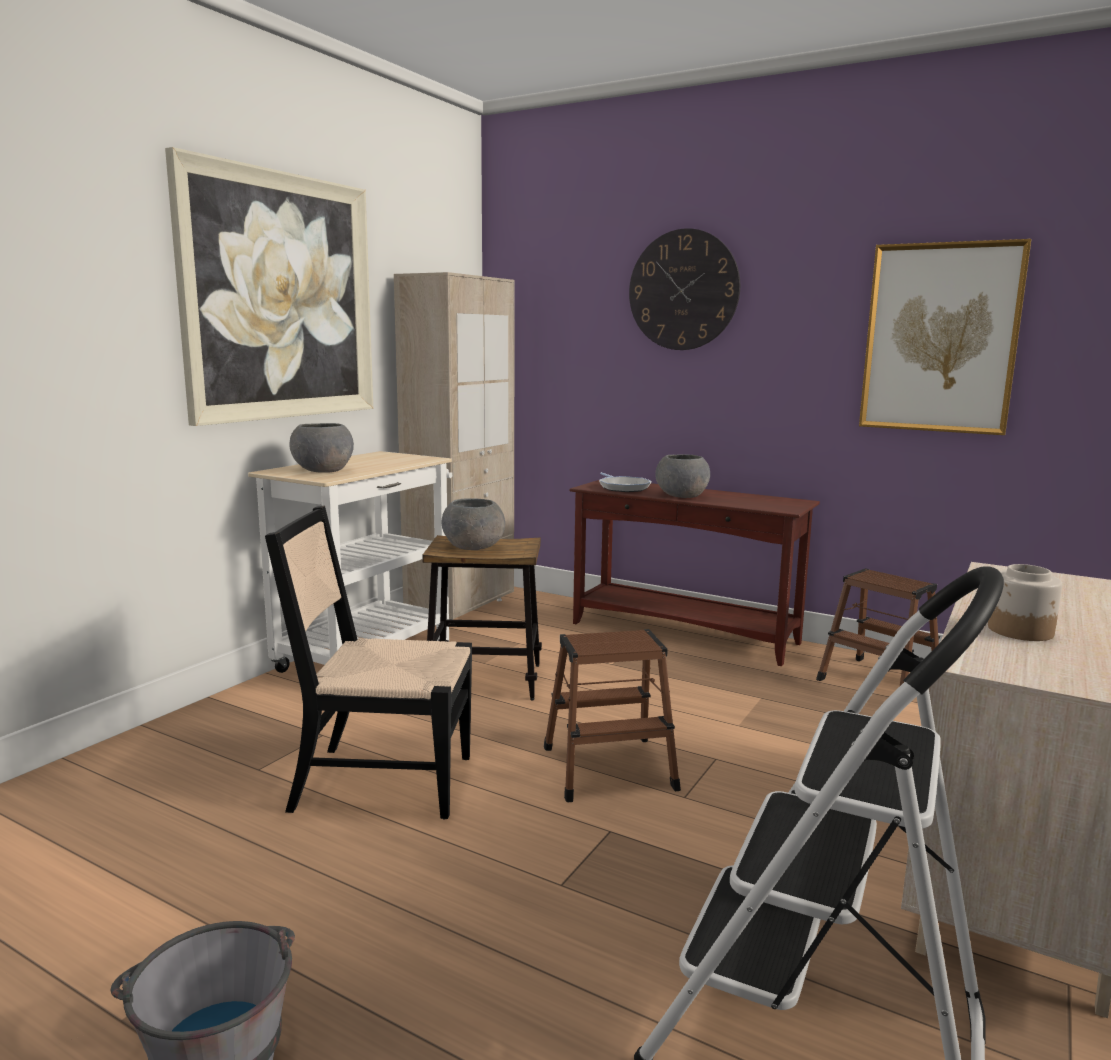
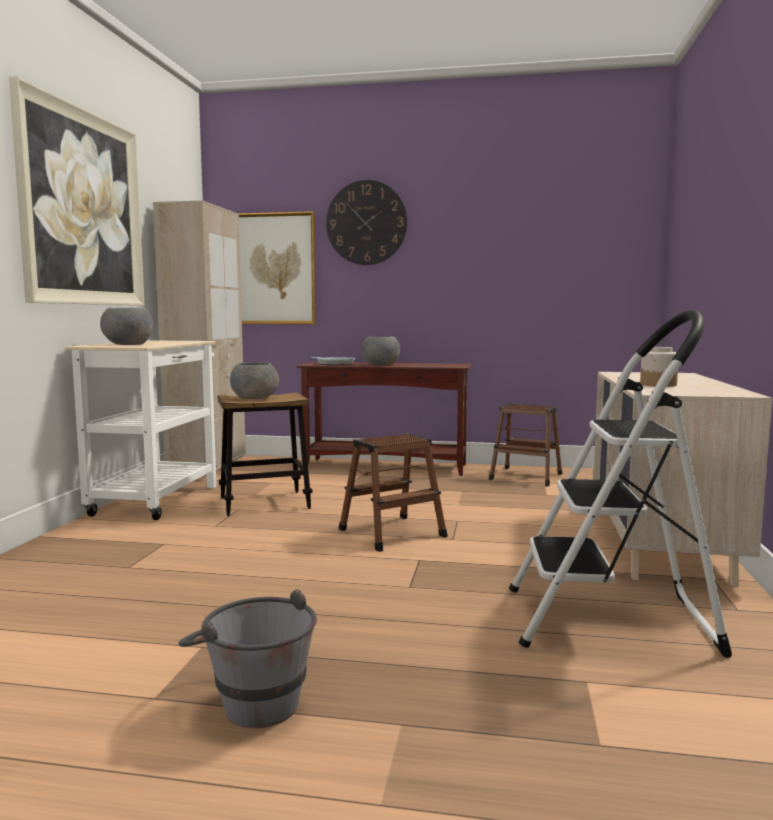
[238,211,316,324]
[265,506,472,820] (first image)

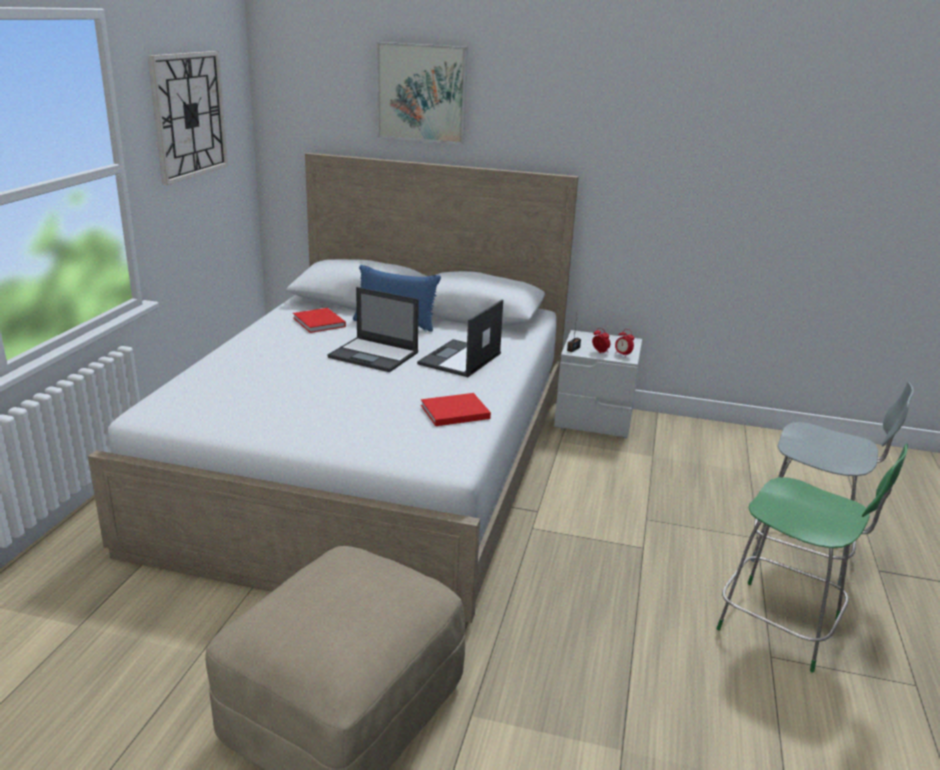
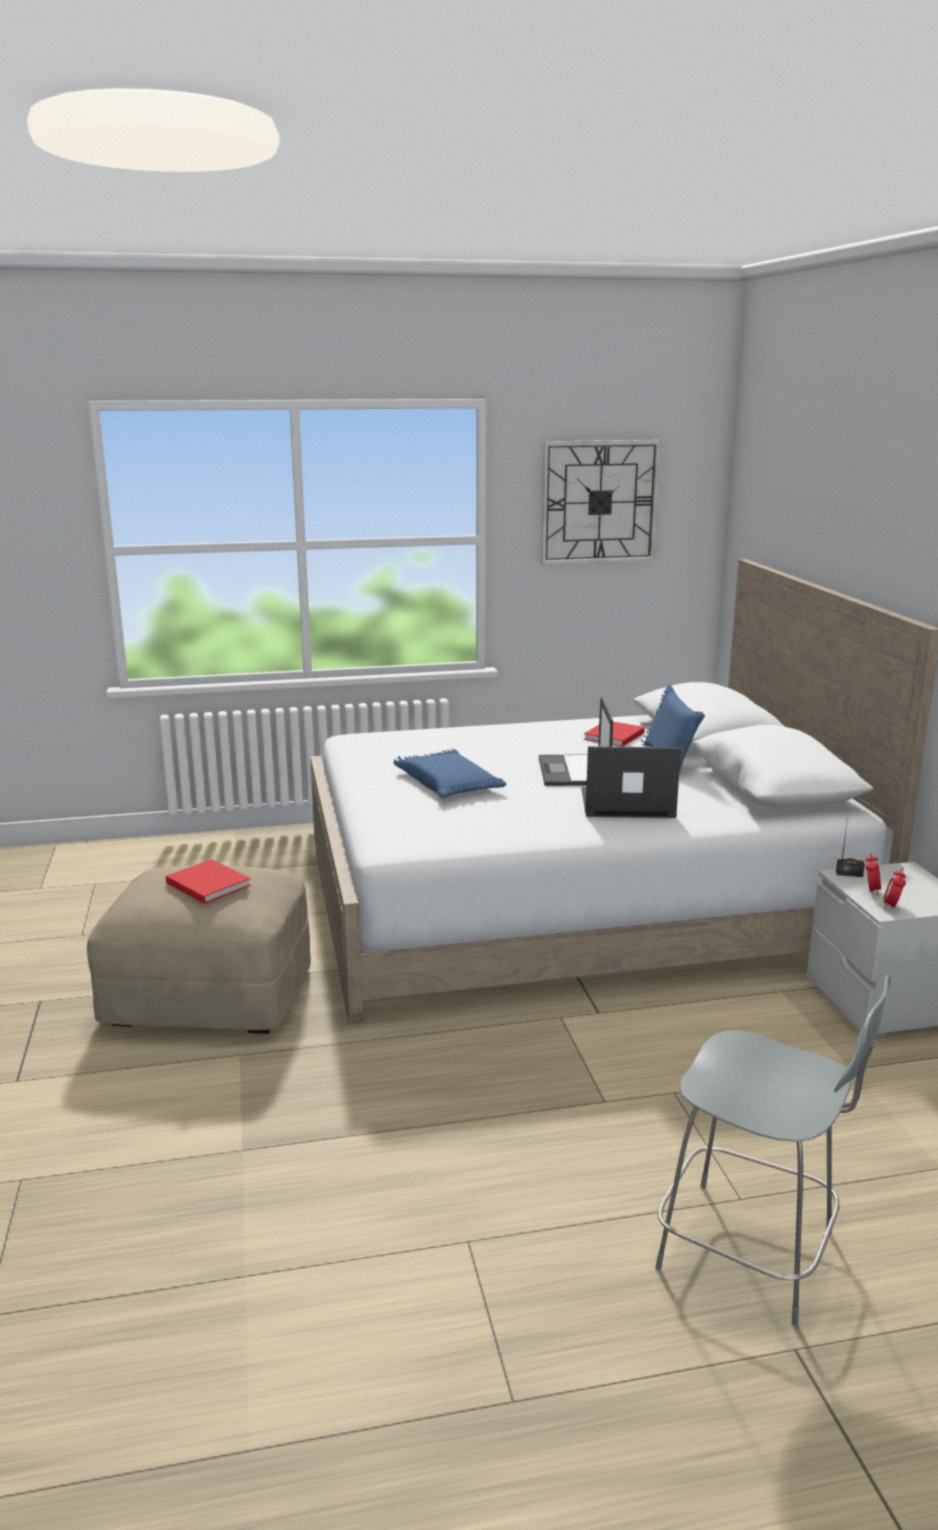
[377,42,468,144] (first image)
[655,975,891,1326]
[166,859,251,904]
[716,444,908,673] (first image)
[394,749,507,798]

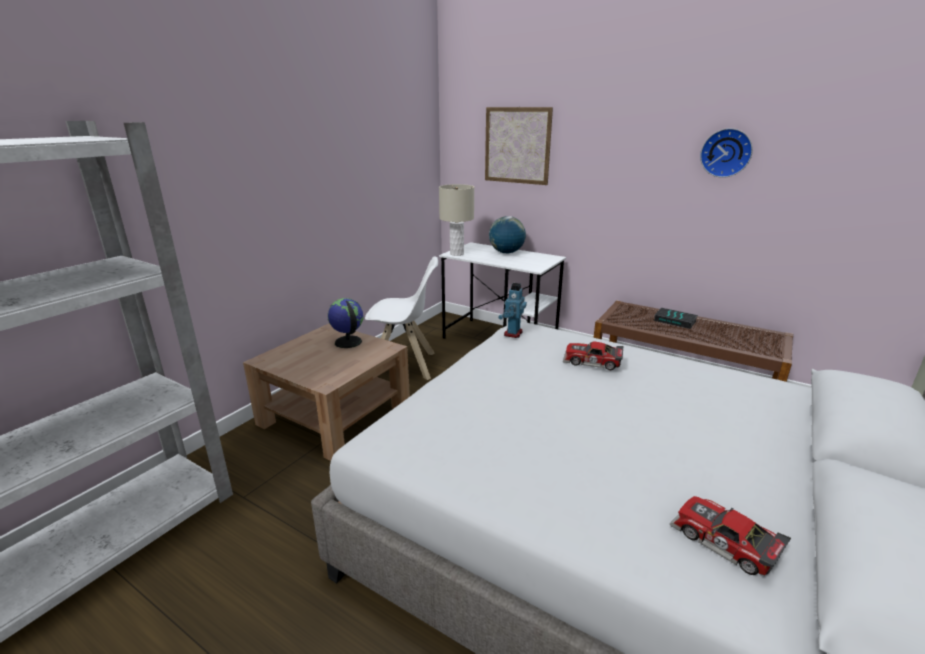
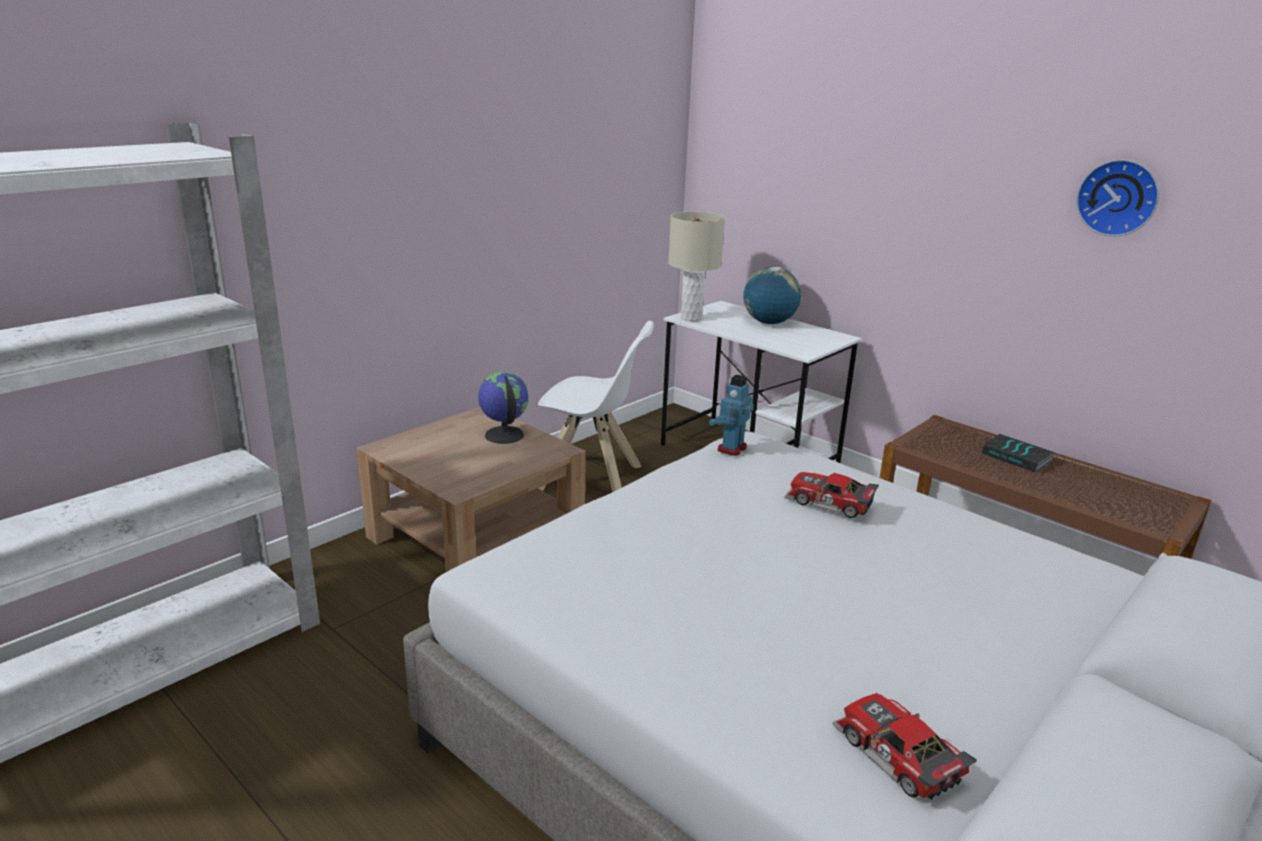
[485,105,553,185] (first image)

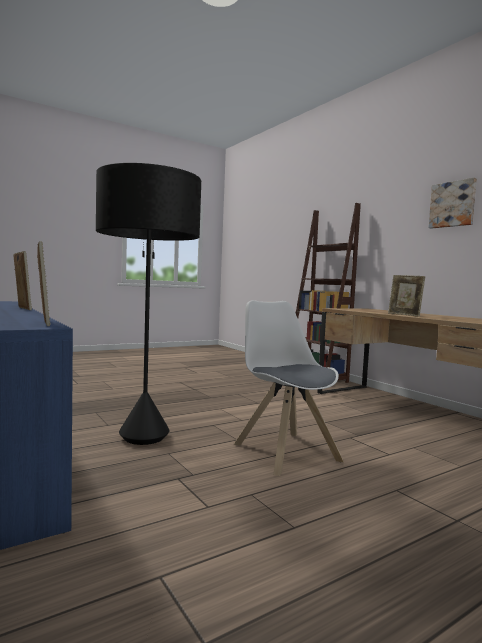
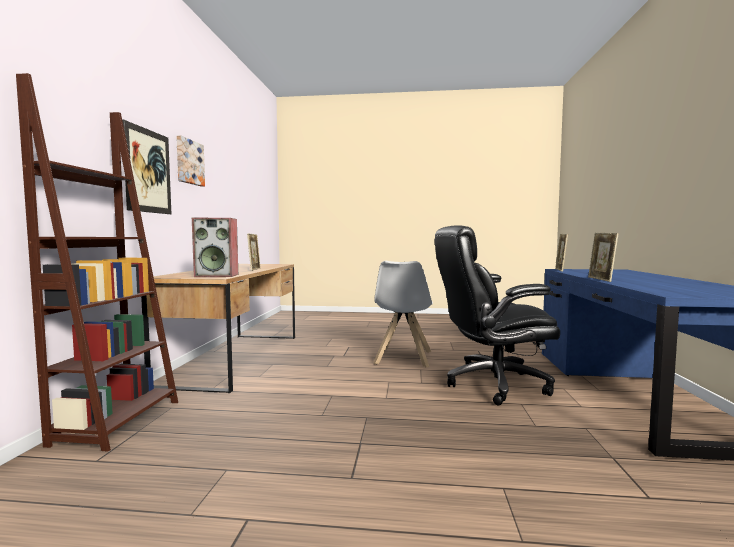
[435,225,560,406]
[122,120,171,214]
[192,218,238,277]

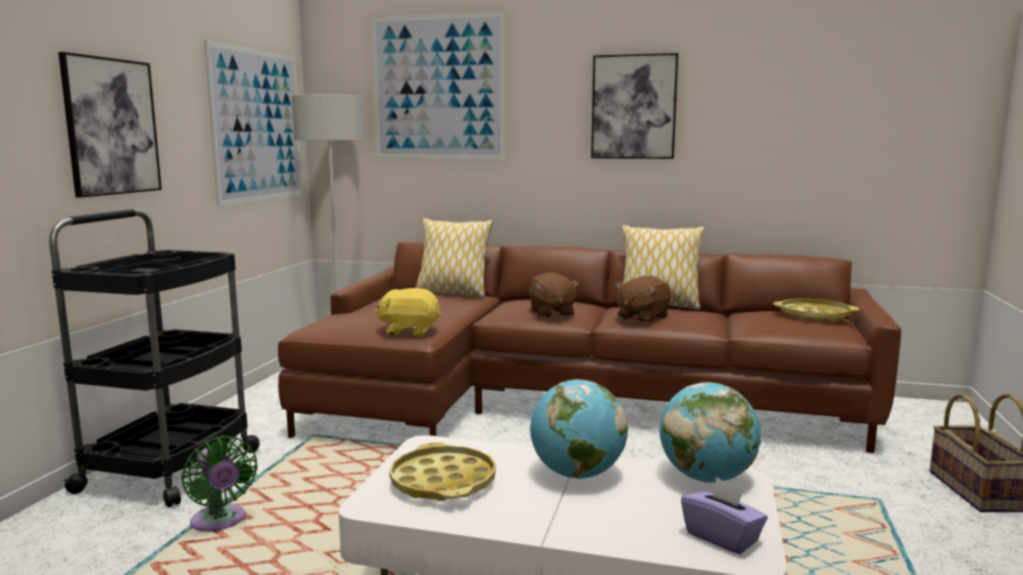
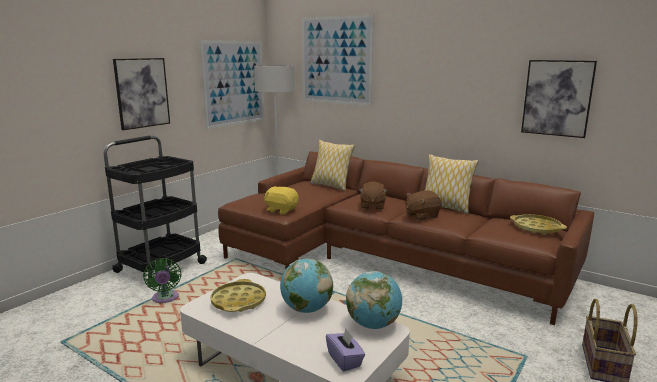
[521,60,597,138]

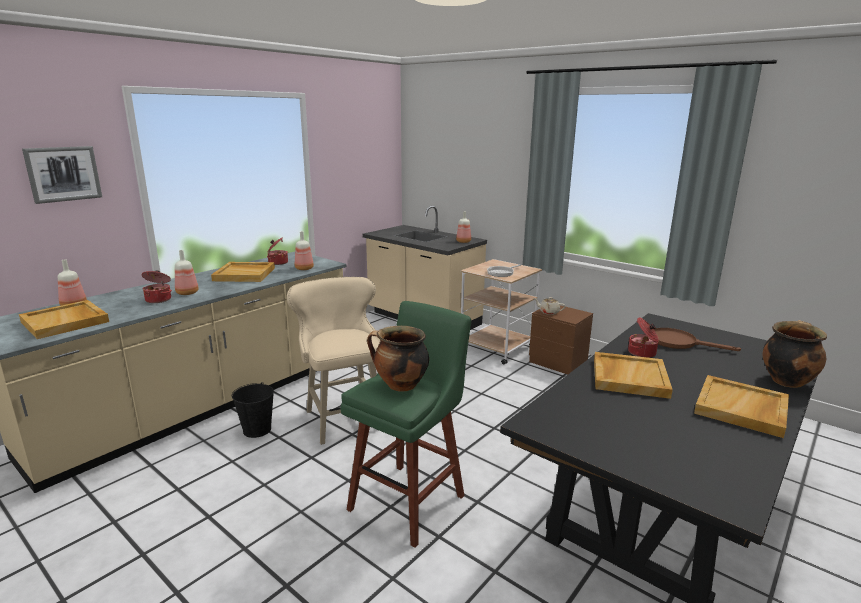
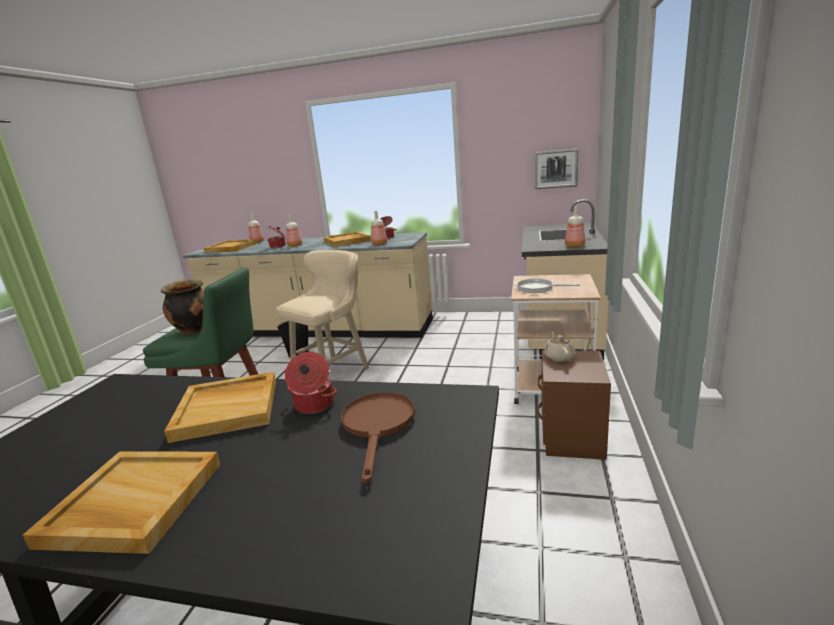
[535,149,578,189]
[763,320,827,388] (first image)

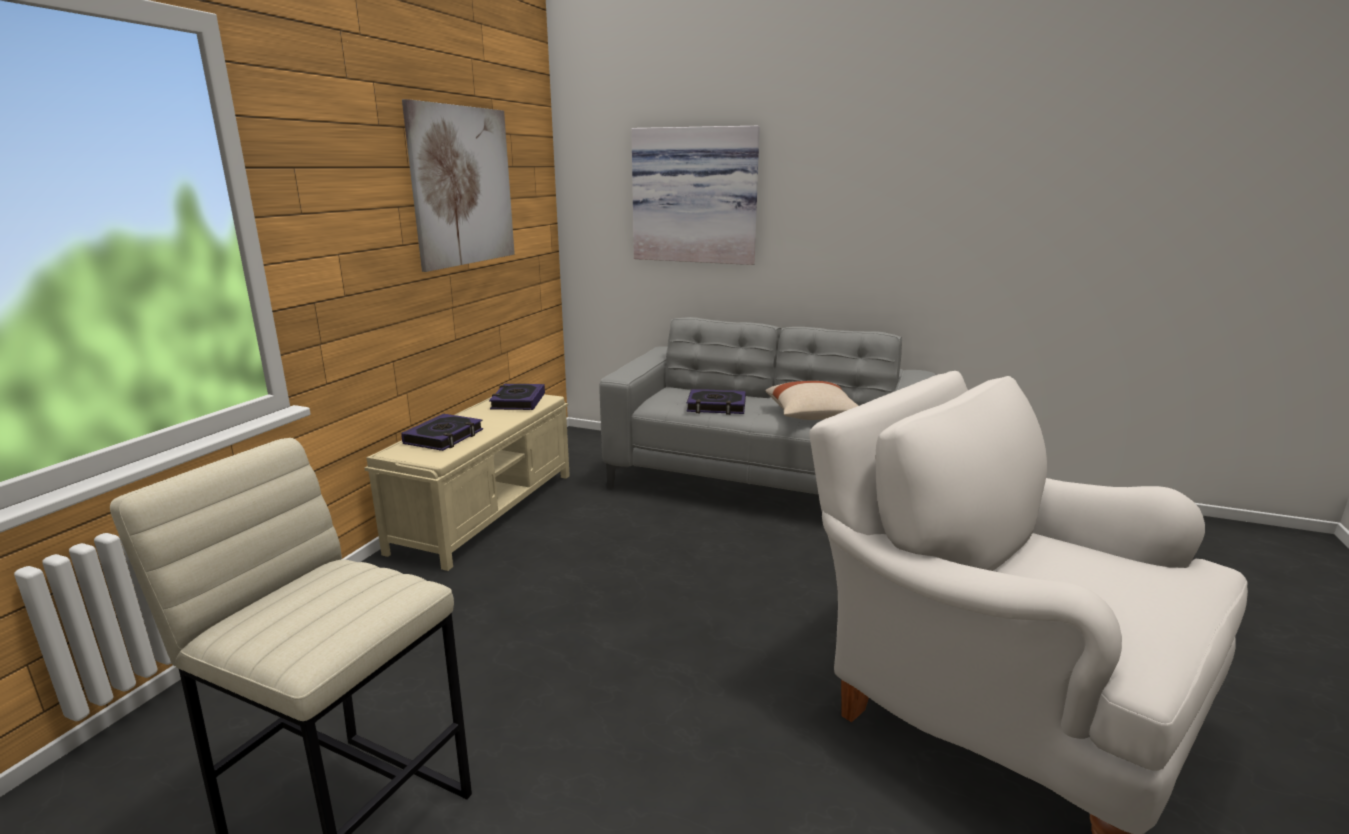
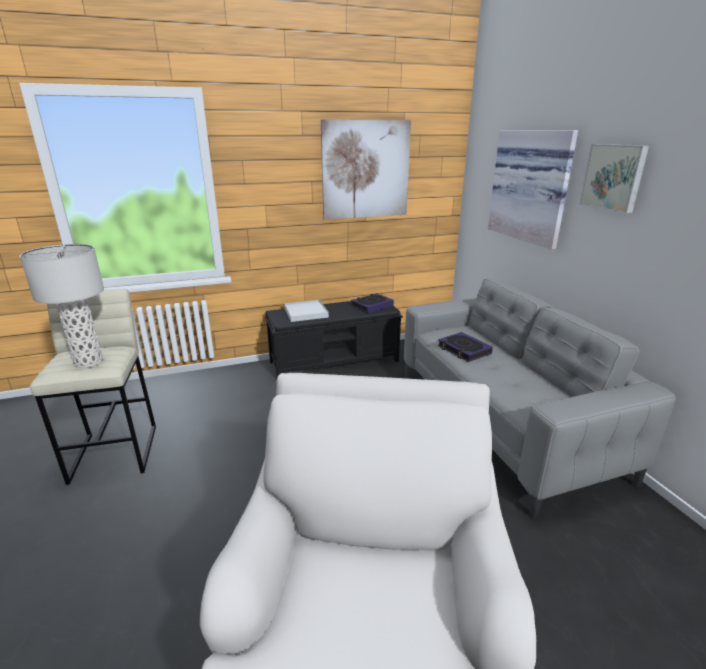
[765,381,859,420] (first image)
[265,301,403,379]
[284,300,329,322]
[580,144,649,213]
[20,244,104,368]

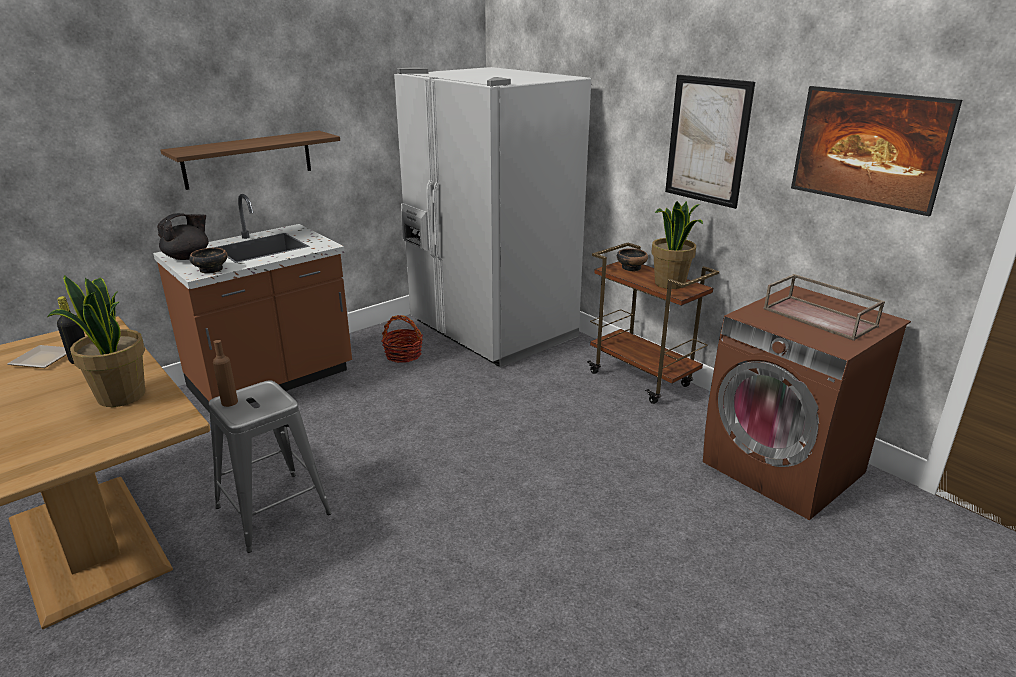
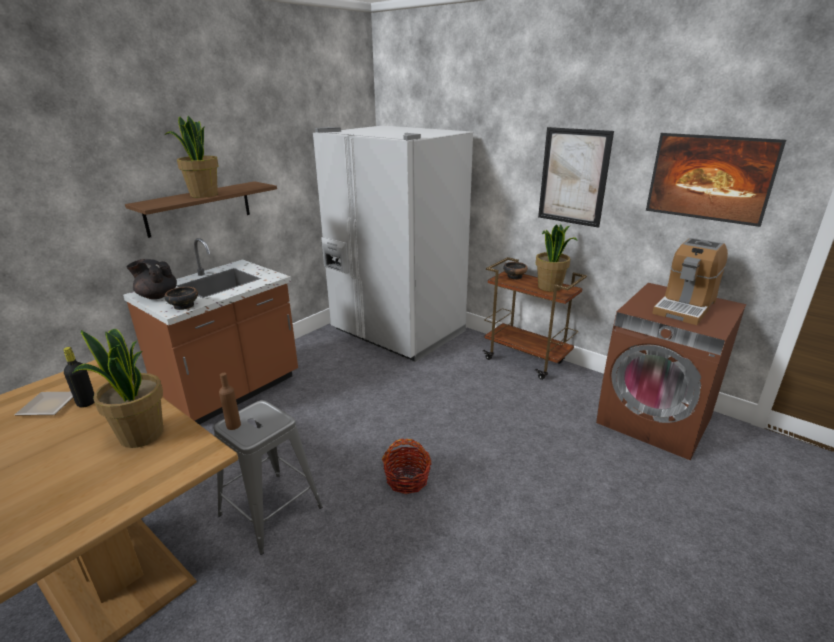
[127,259,177,299]
[652,238,728,325]
[382,439,432,494]
[165,116,219,198]

